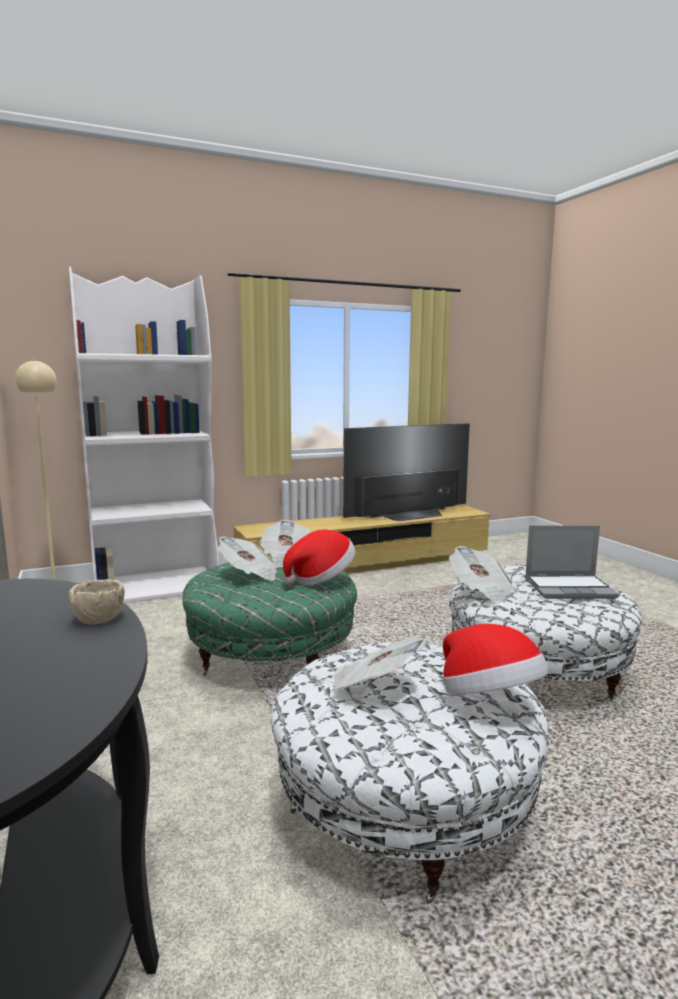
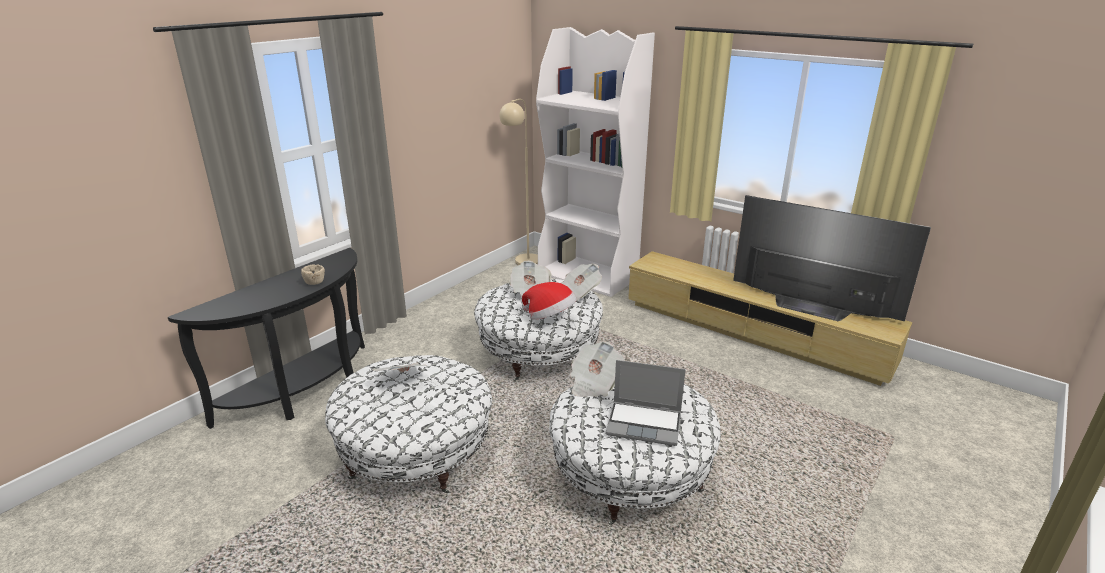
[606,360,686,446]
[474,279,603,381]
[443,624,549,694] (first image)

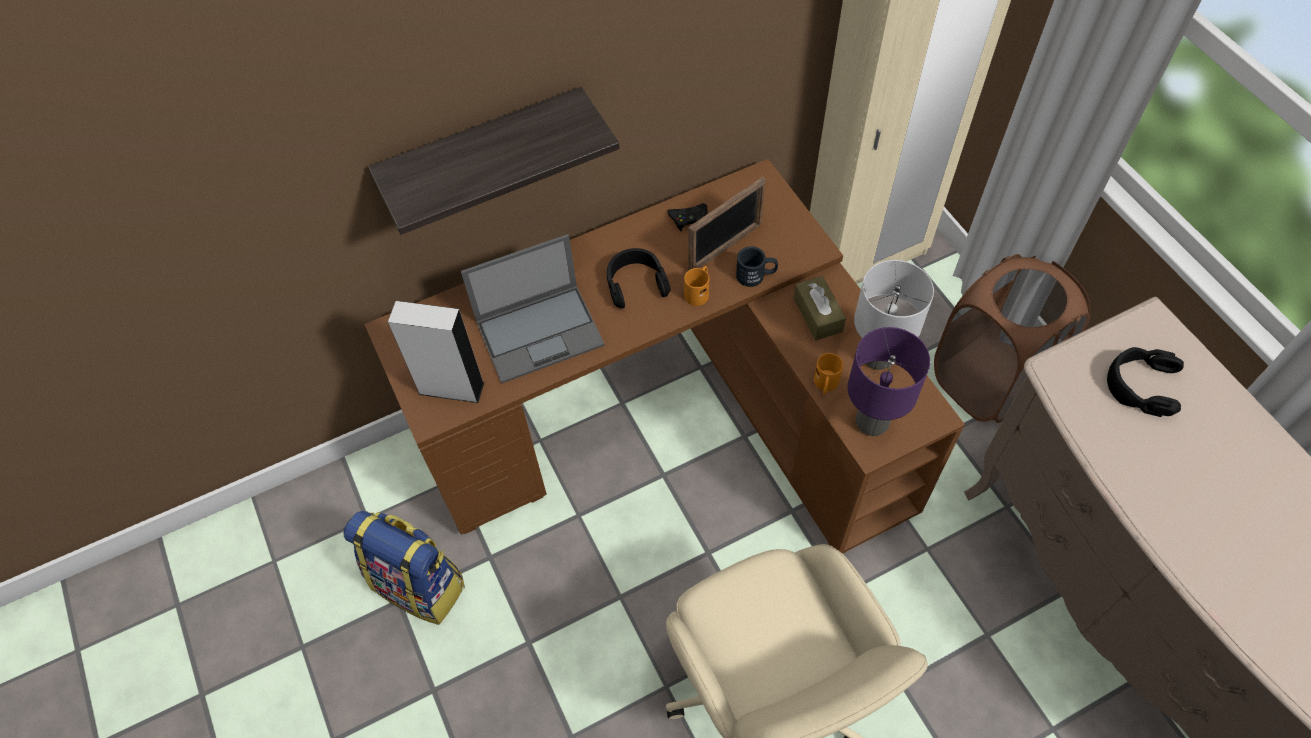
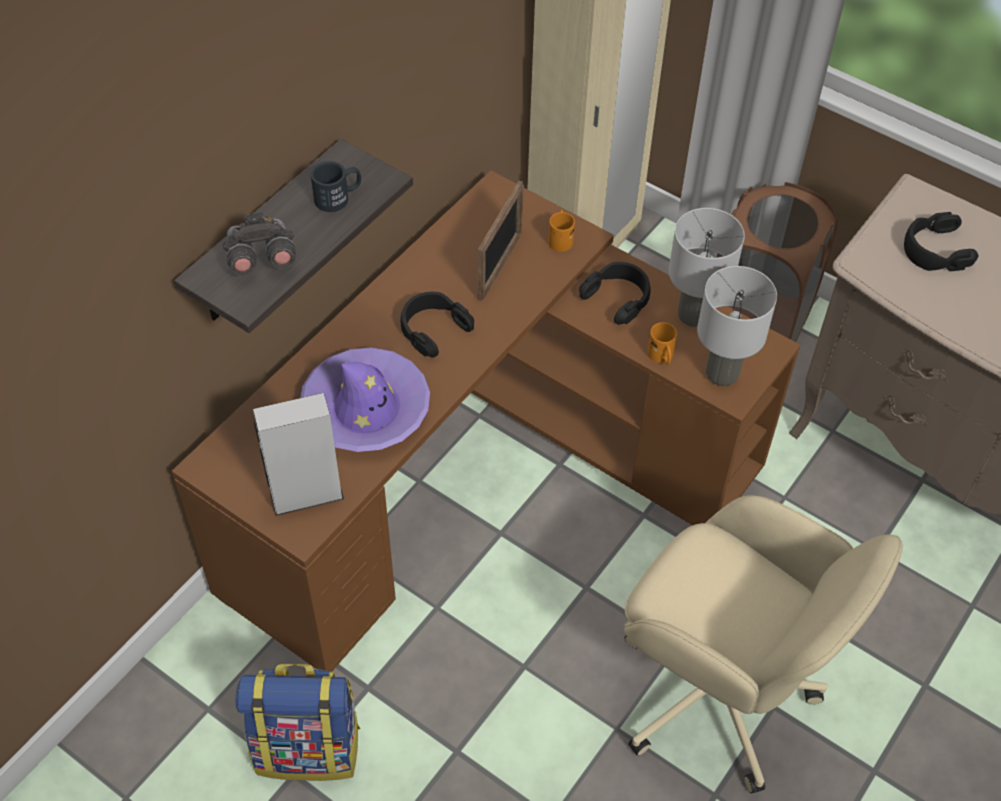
[667,203,708,231] (first image)
[300,347,430,452]
[310,161,361,212]
[548,210,575,252]
[579,262,651,325]
[697,266,777,386]
[223,212,296,276]

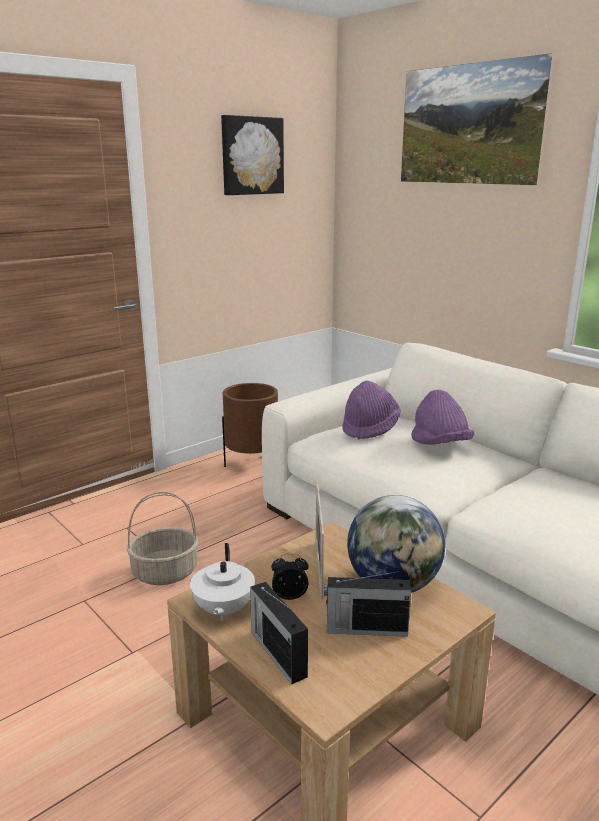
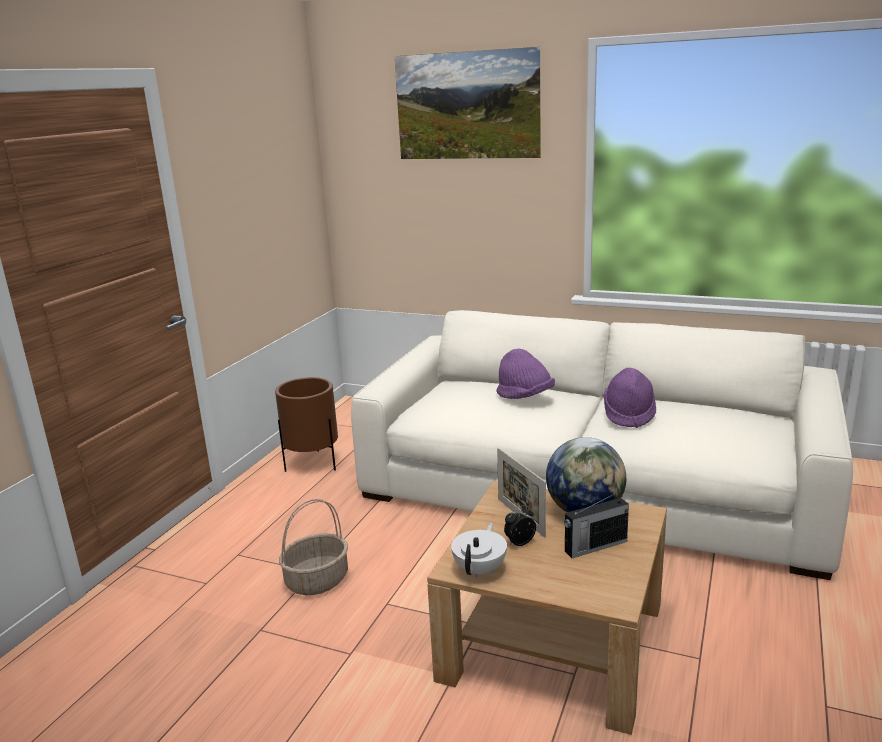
[221,115,284,195] (first image)
[604,368,656,428]
[451,522,507,578]
[250,582,308,684] (first image)

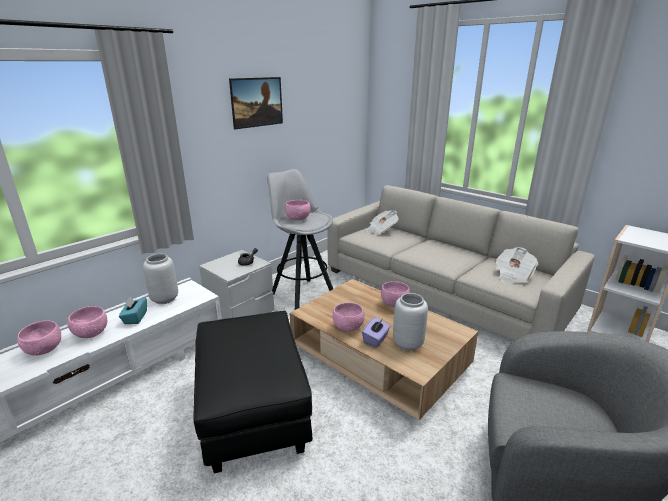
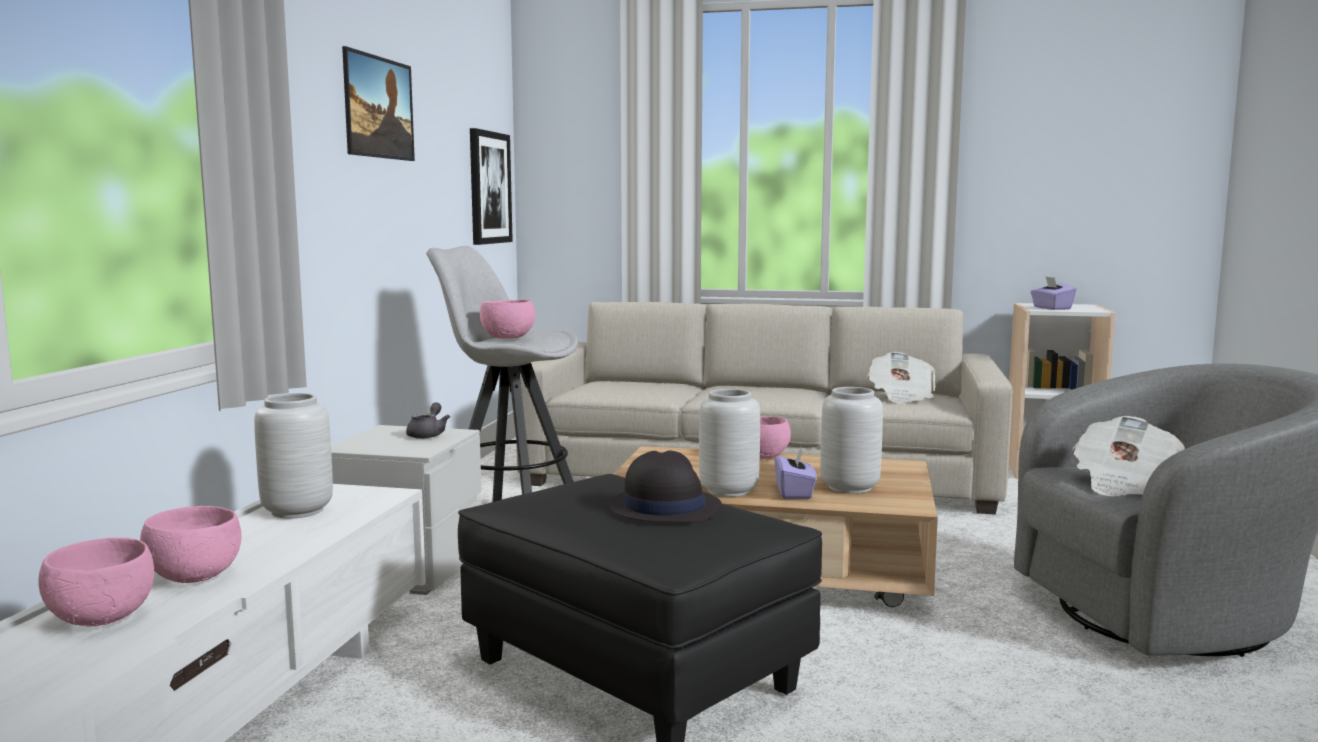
[1072,416,1185,496]
[119,296,147,324] (first image)
[699,389,760,497]
[470,128,513,245]
[1031,276,1077,310]
[608,450,722,522]

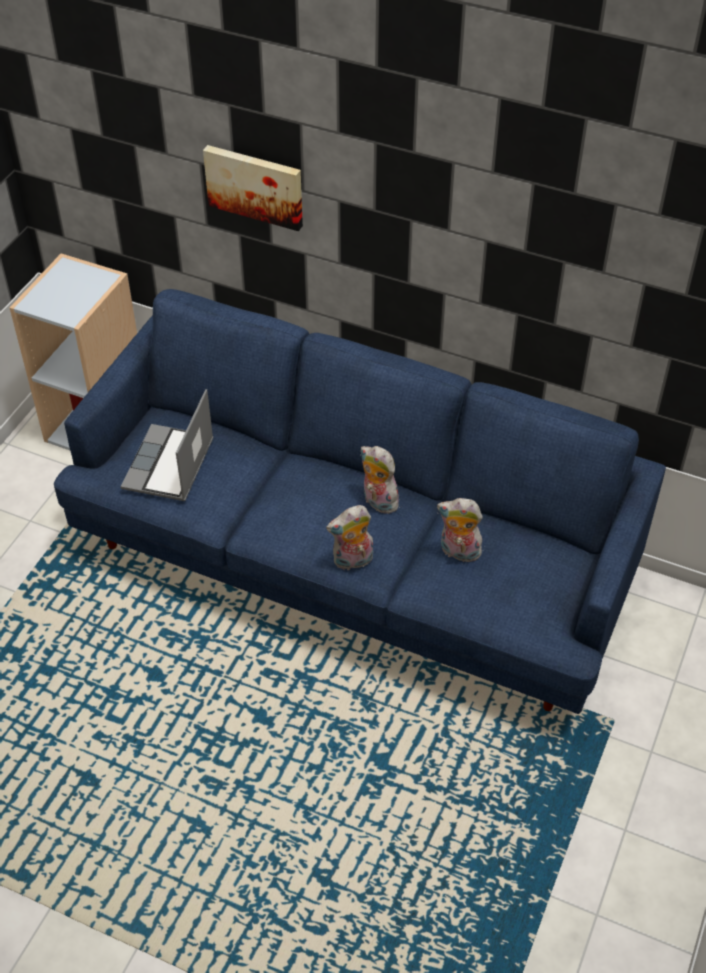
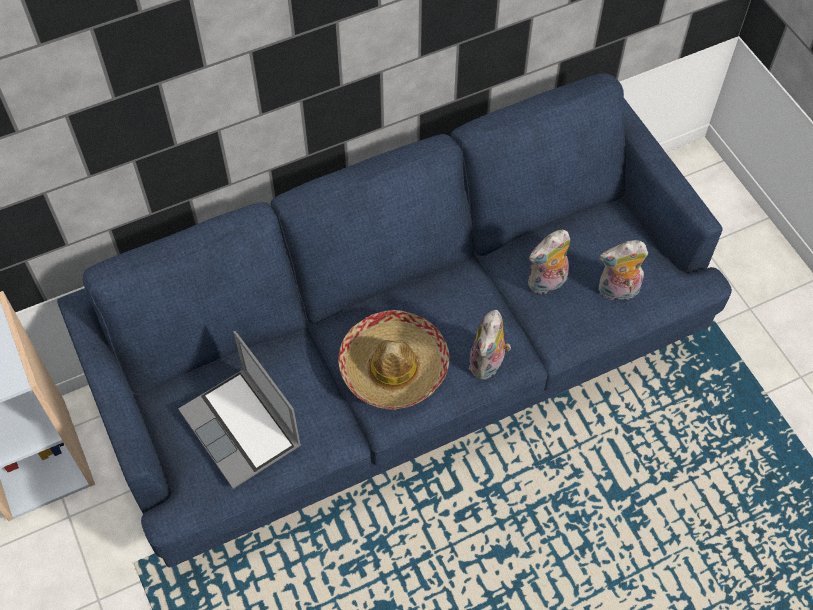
[203,145,303,231] (first image)
[599,240,648,300]
[338,310,449,410]

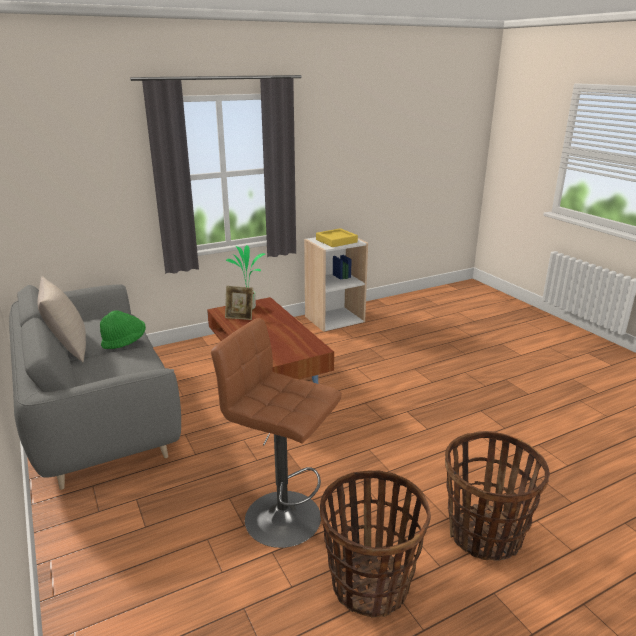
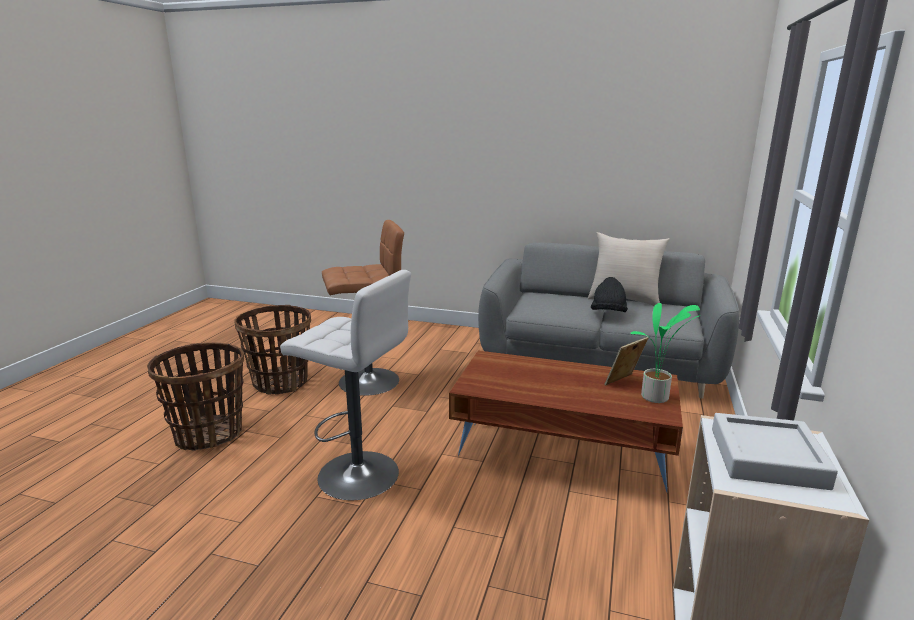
[712,413,838,490]
[591,277,628,312]
[280,270,411,500]

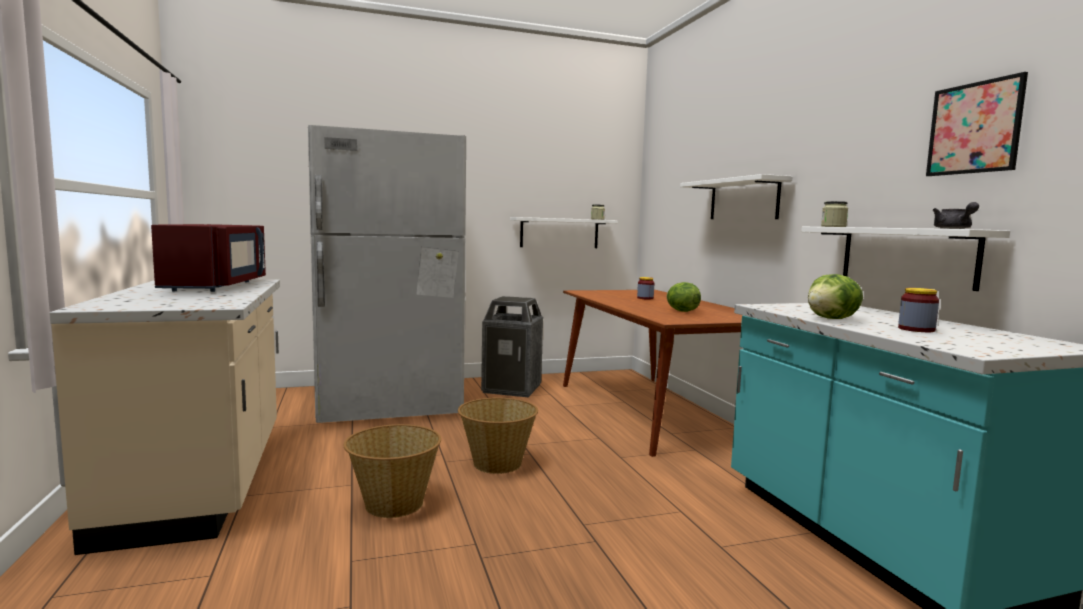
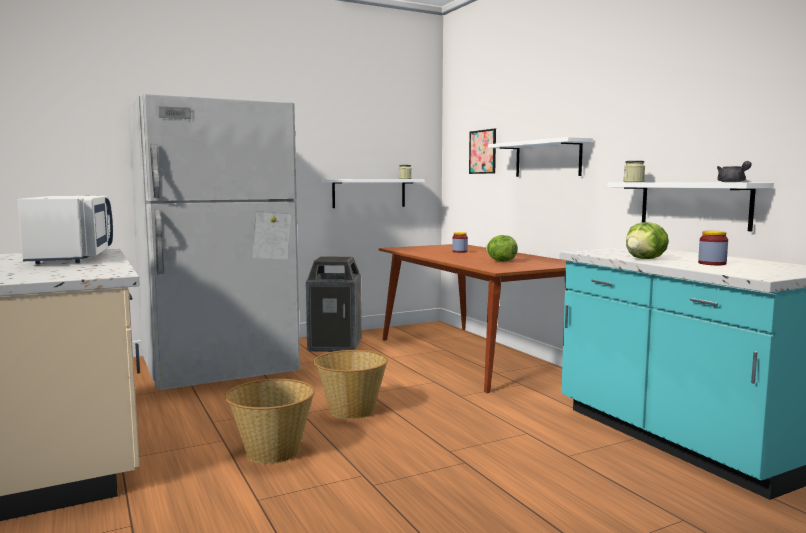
[469,129,496,174]
[18,196,113,264]

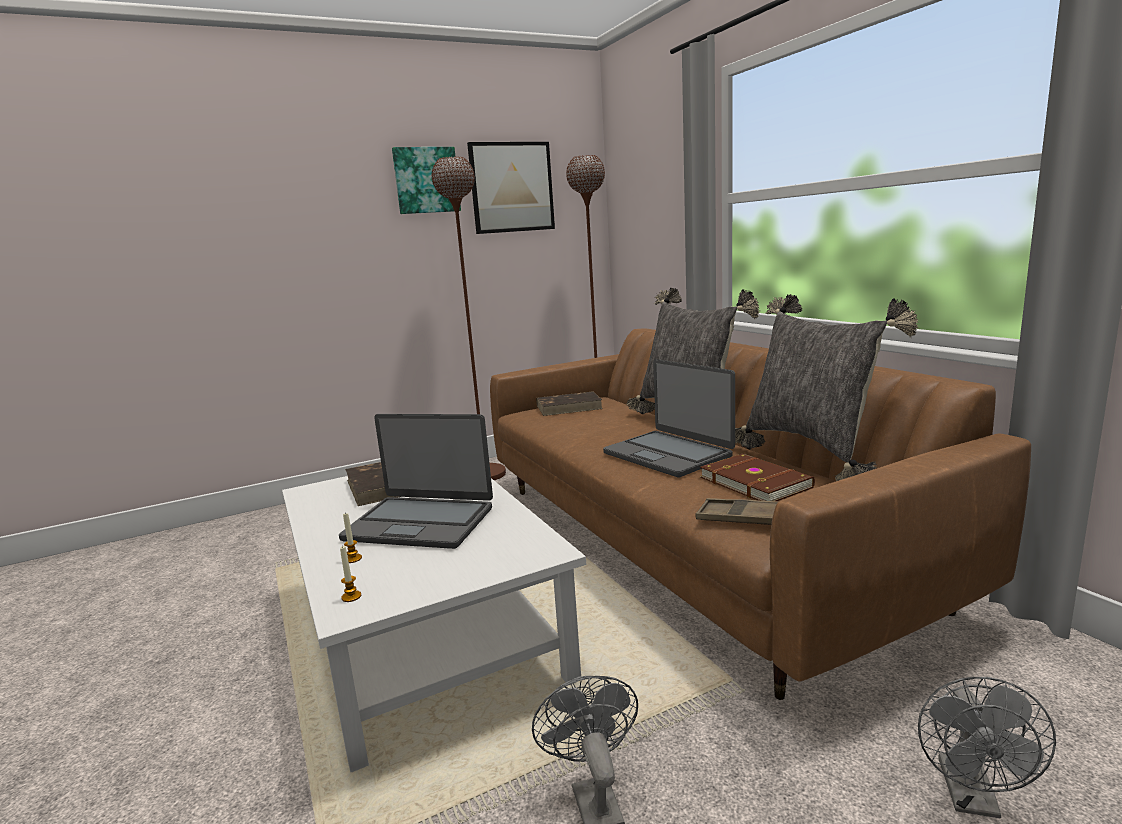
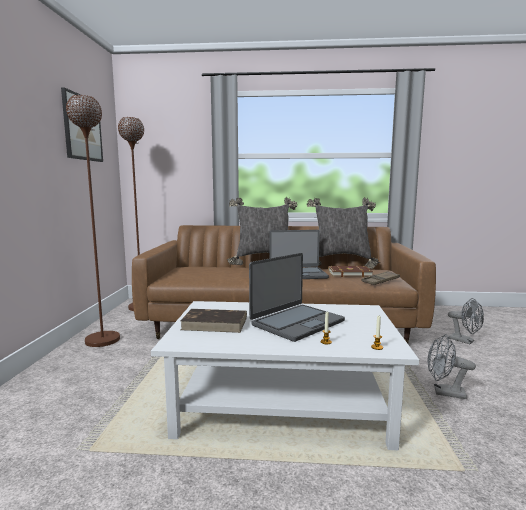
[392,147,461,214] (first image)
[536,391,603,416] (first image)

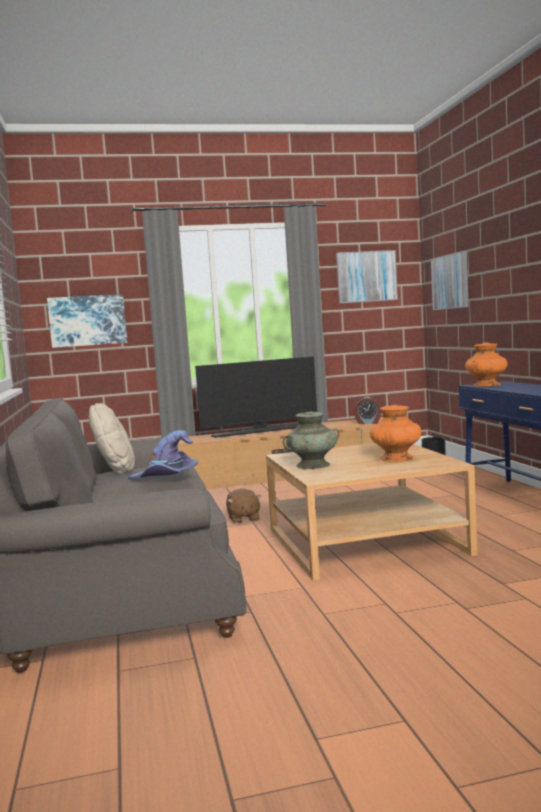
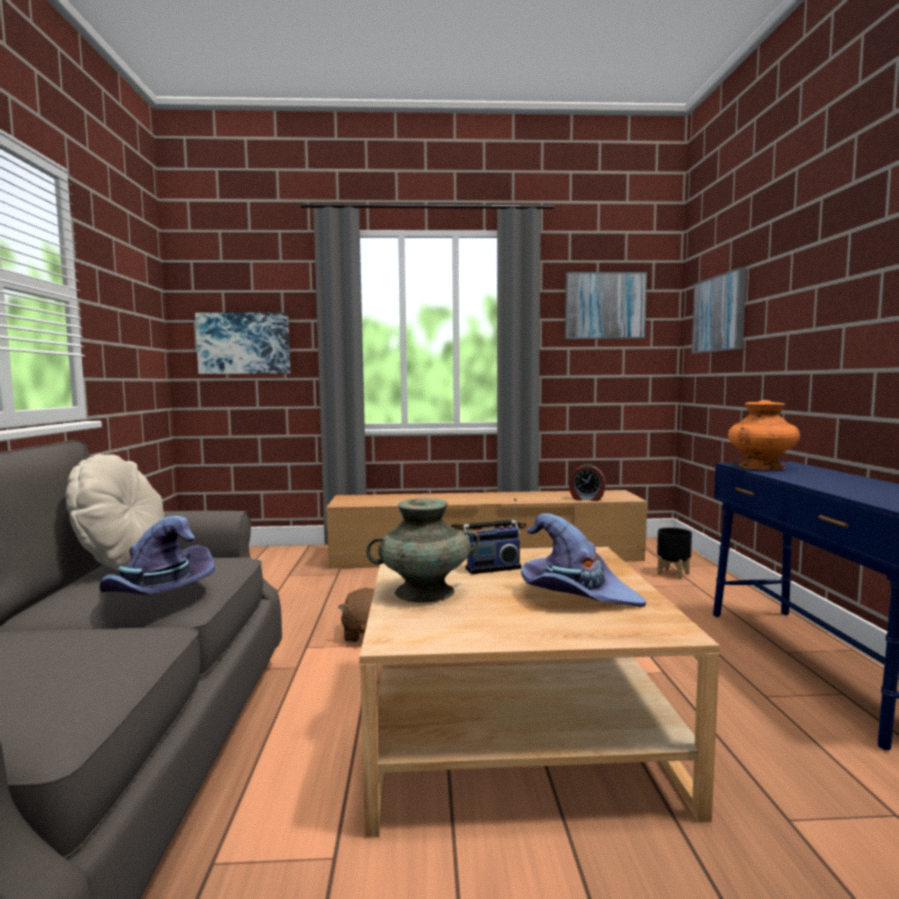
[195,356,317,438] (first image)
[521,513,646,607]
[463,498,522,574]

